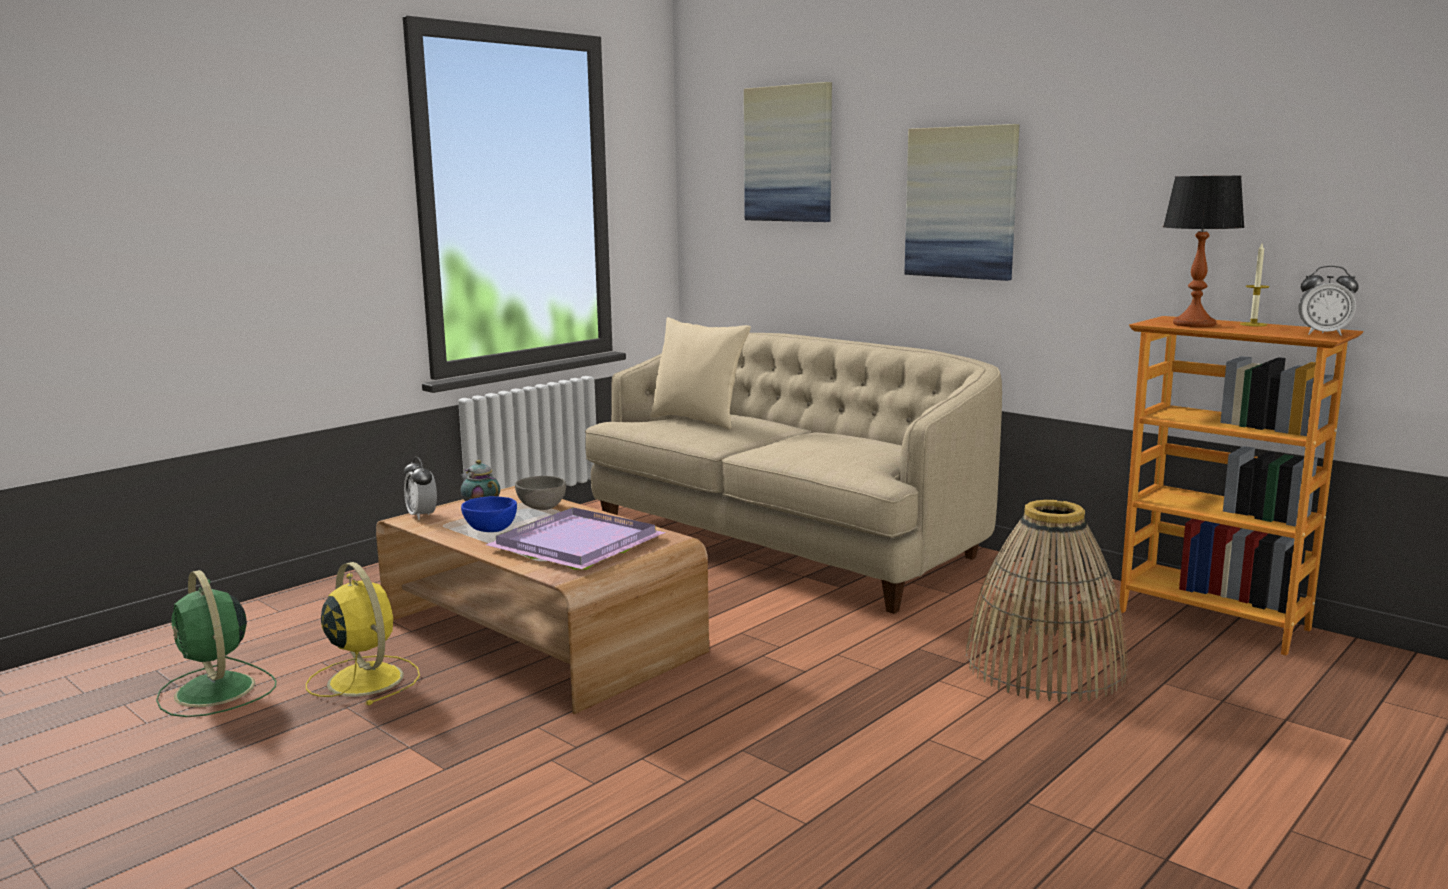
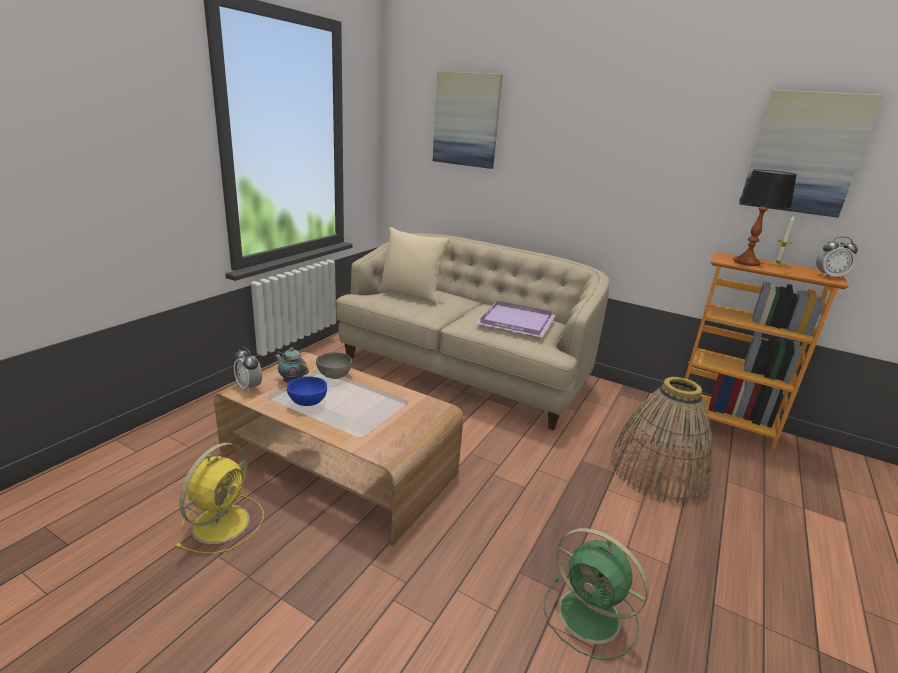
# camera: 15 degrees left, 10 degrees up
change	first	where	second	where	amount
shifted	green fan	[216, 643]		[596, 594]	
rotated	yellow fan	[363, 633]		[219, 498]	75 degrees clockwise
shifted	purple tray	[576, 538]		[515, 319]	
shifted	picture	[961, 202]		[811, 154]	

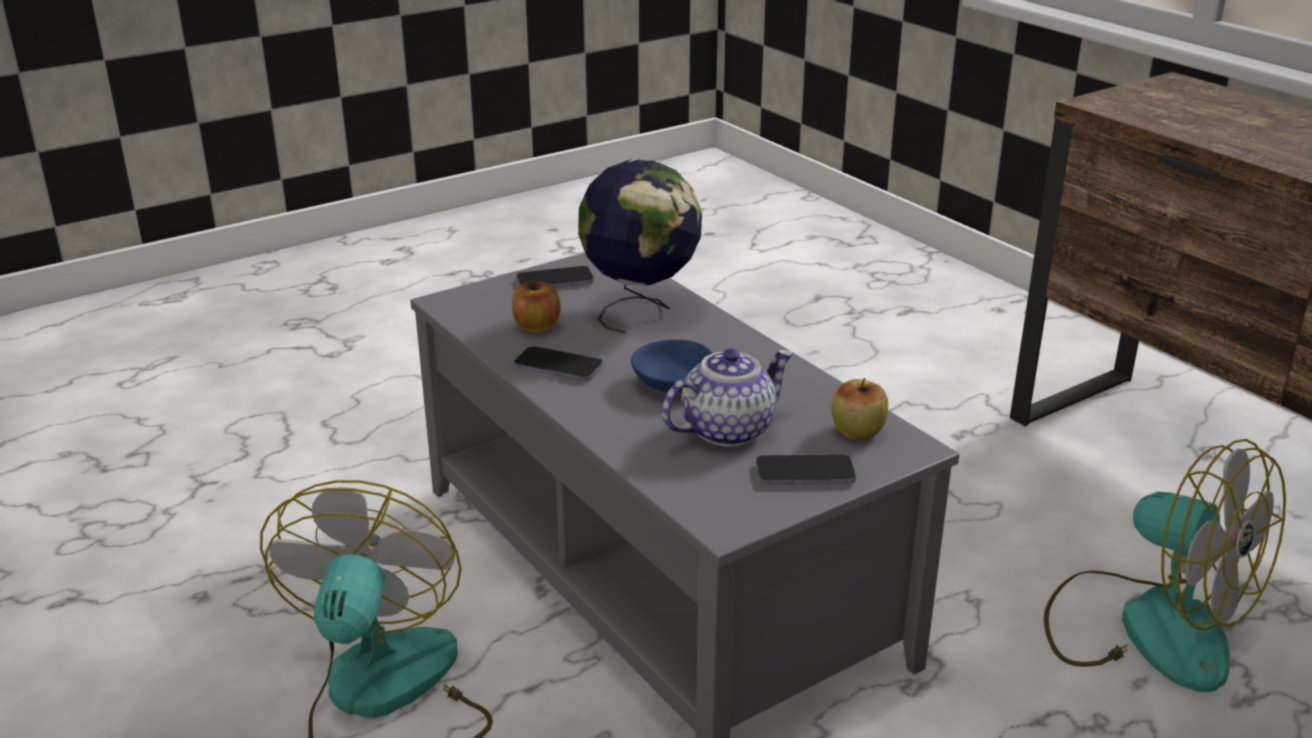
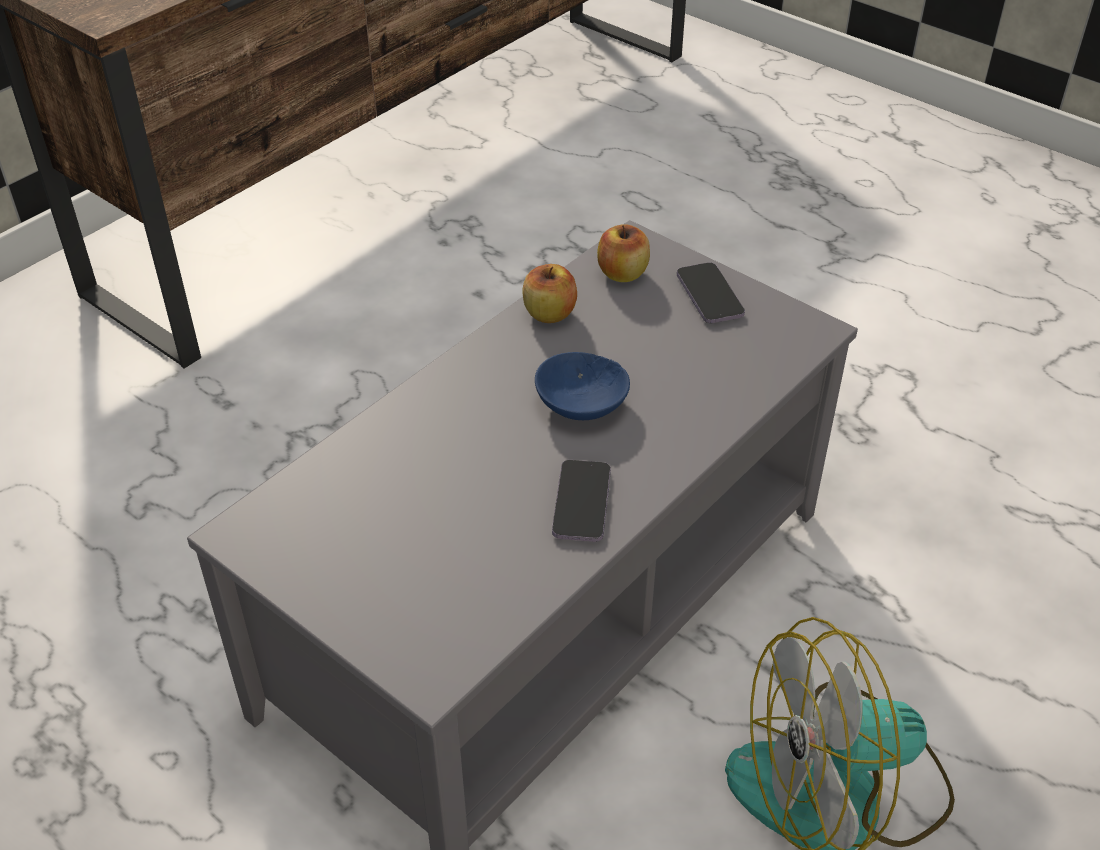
# camera: 105 degrees left, 15 degrees up
change	first	where	second	where	amount
shifted	apple	[536, 306]		[550, 293]	
gone	phone	[555, 276]			
gone	globe	[640, 246]			
gone	teapot	[728, 397]			
gone	fan	[1165, 565]			

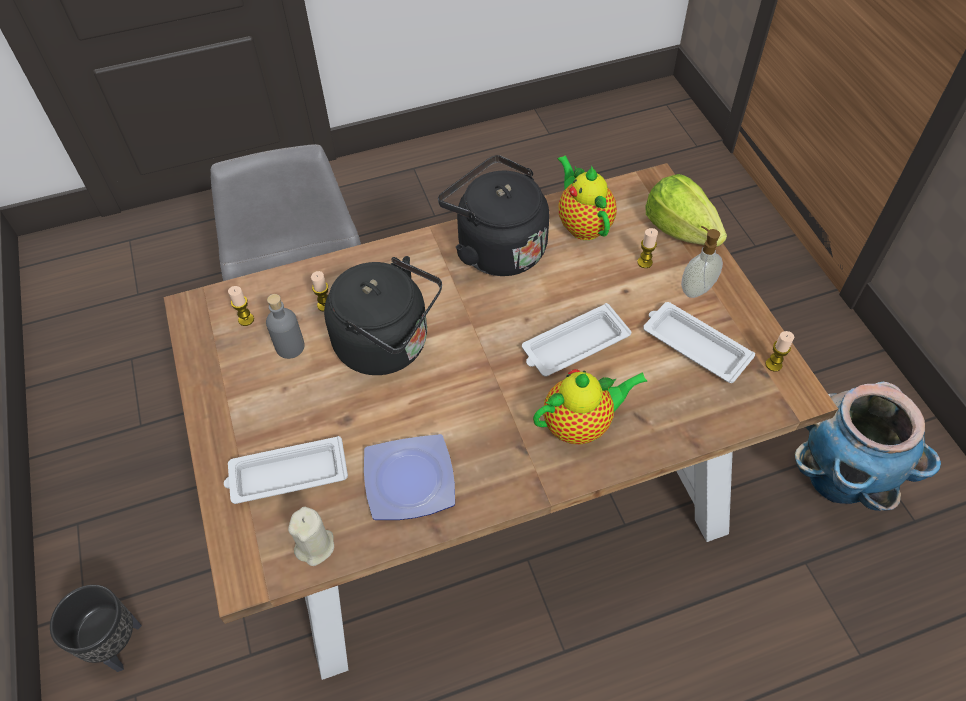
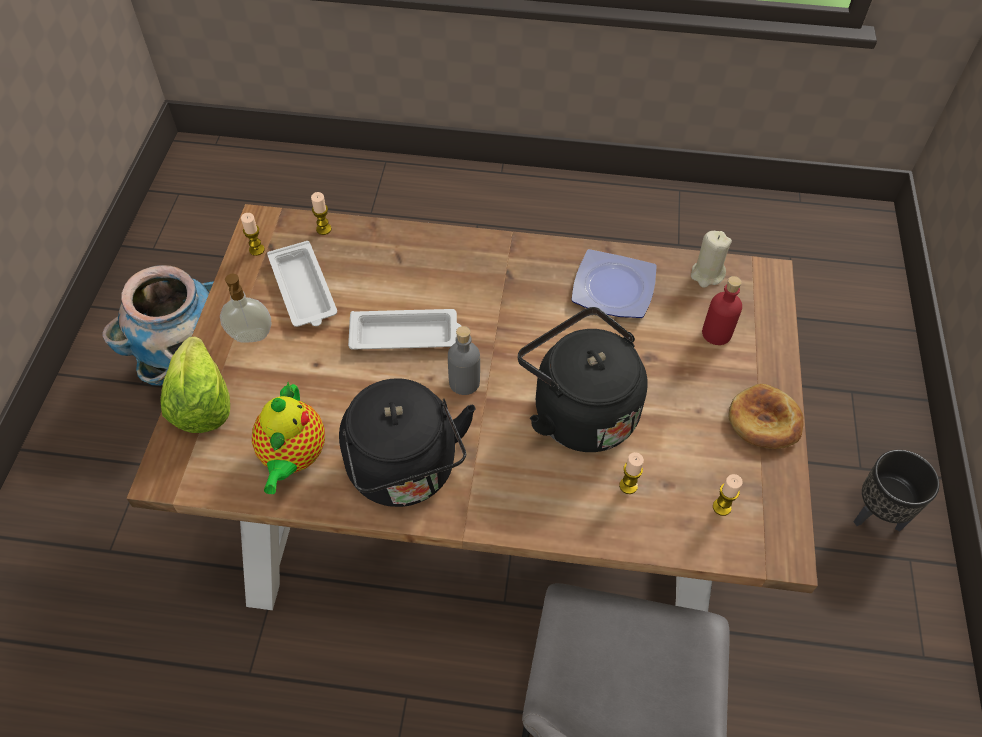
# camera: 155 degrees left, 0 degrees up
change	first	where	second	where	amount
swapped	white tray	[286, 470]	red bottle	[722, 310]	
shifted	grey bottle	[285, 326]		[464, 360]	
gone	teapot	[590, 406]			
shifted	candle	[647, 248]		[321, 213]	
new			bread	[766, 416]	

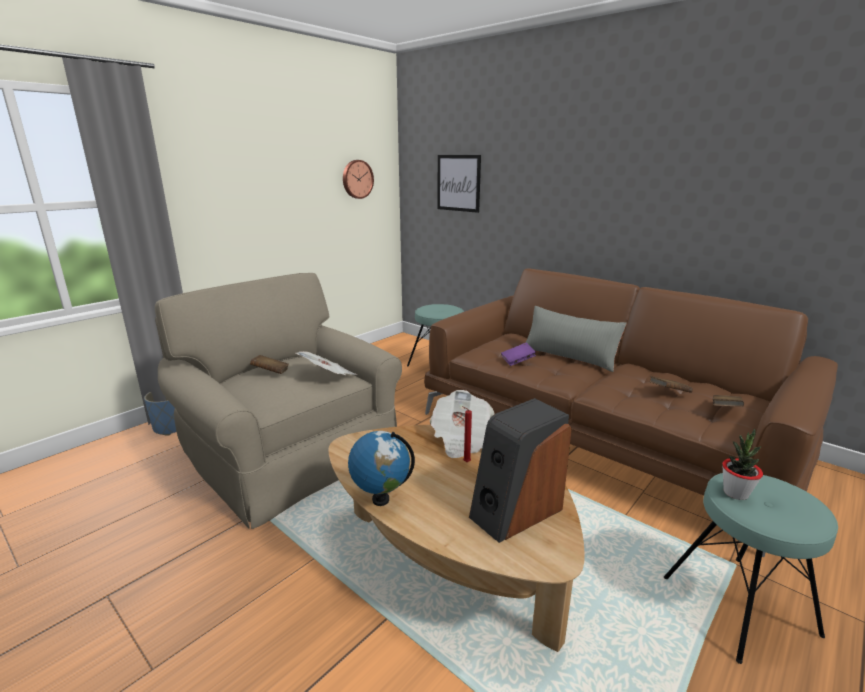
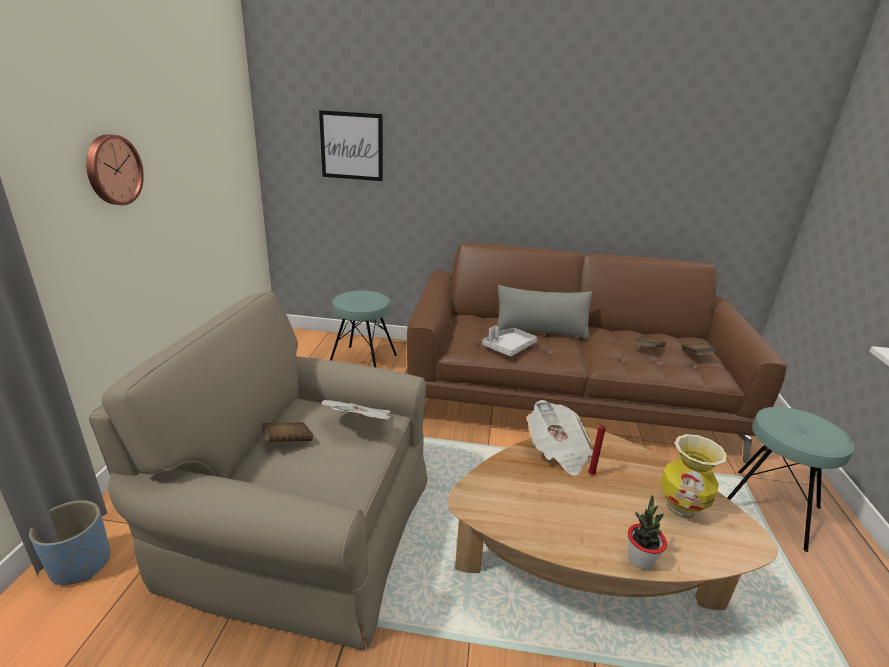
# camera: 35 degrees left, 5 degrees up
change	first	where	second	where	amount
shifted	wall clock	[358, 179]		[115, 169]	
gone	globe	[381, 468]			
swapped	speaker	[520, 470]	vase	[693, 476]	
swapped	purple book	[518, 354]	grey tray	[509, 341]	
shifted	potted plant	[742, 464]		[647, 532]	

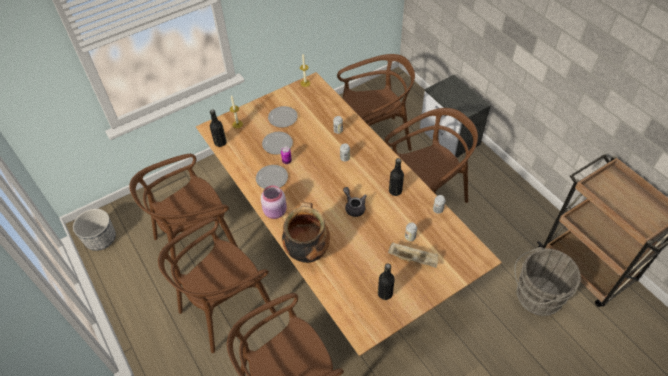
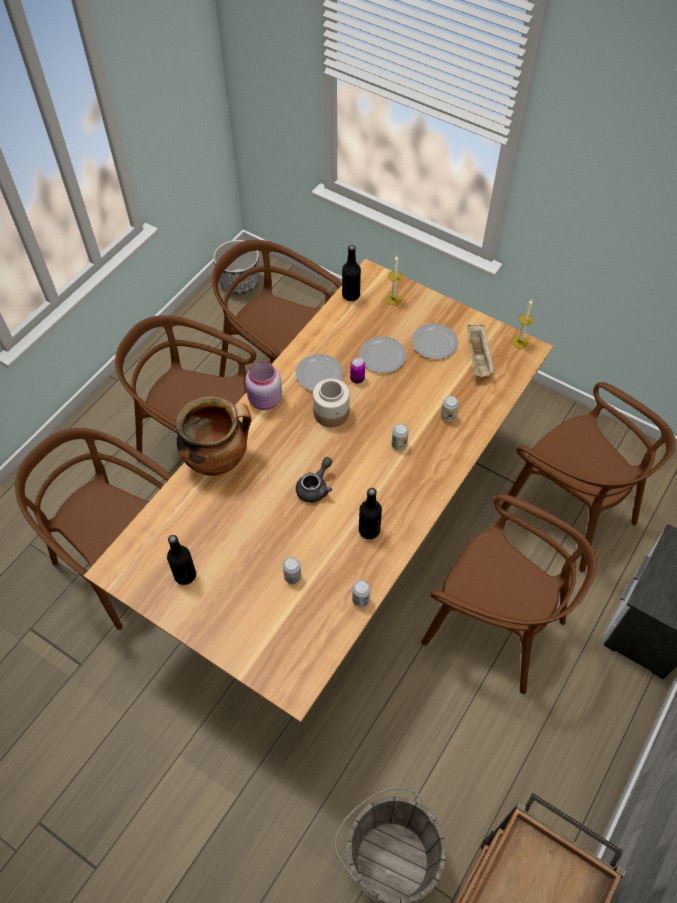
# camera: 65 degrees right, 5 degrees up
change	first	where	second	where	amount
shifted	beige tray	[413, 255]		[481, 350]	
new			jar	[331, 403]	

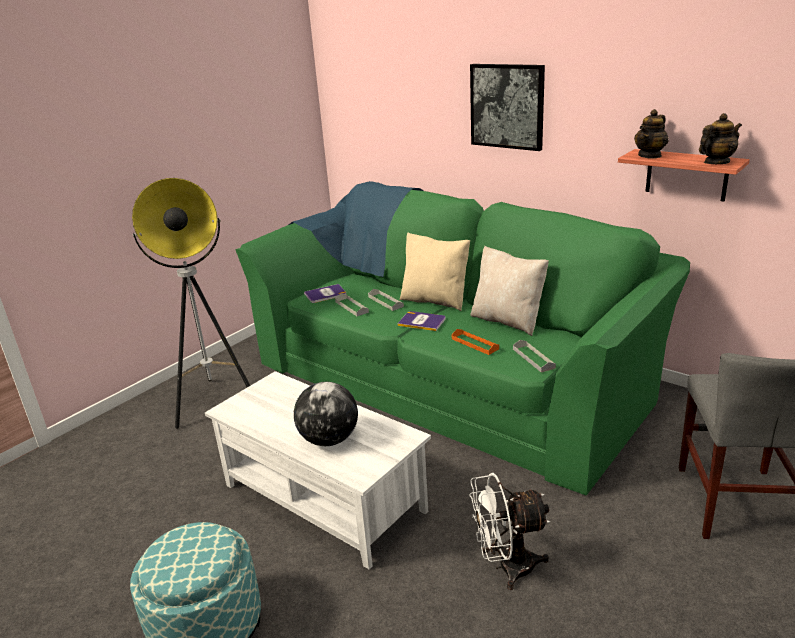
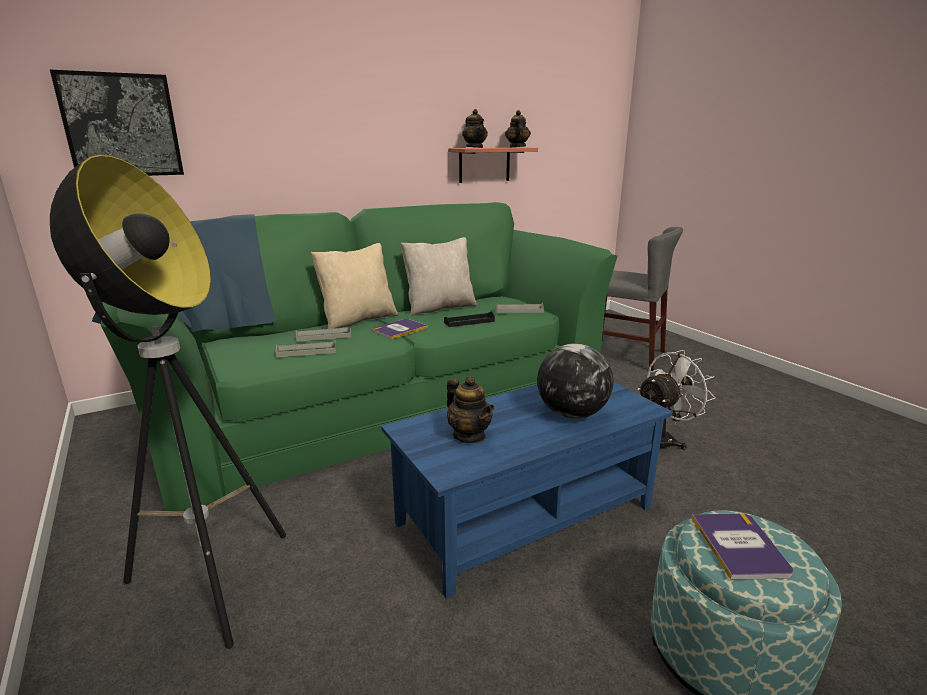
# camera: 70 degrees left, 5 degrees down
change	first	where	second	where	amount
repainted	white coffee table	[318, 470]	blue coffee table	[527, 490]	
shifted	book	[325, 293]		[742, 546]	
repainted	orange tray	[475, 342]	black tray	[469, 319]	
rotated	white fan	[509, 531]		[676, 400]	135 degrees counterclockwise
shifted	picture	[507, 107]		[117, 123]	
new			teapot	[470, 409]	

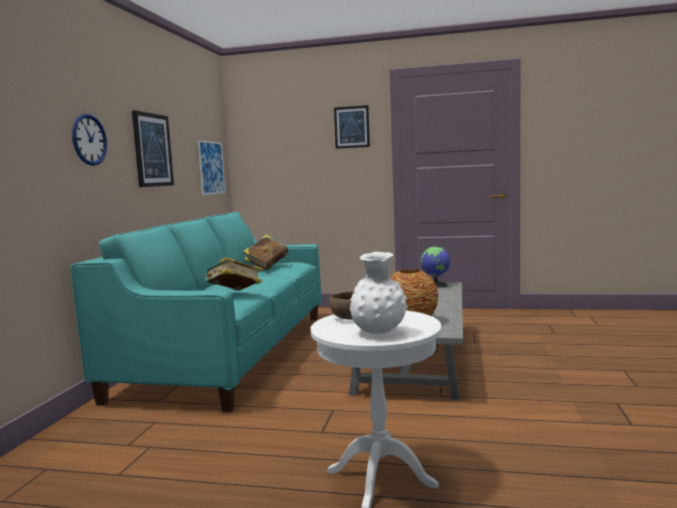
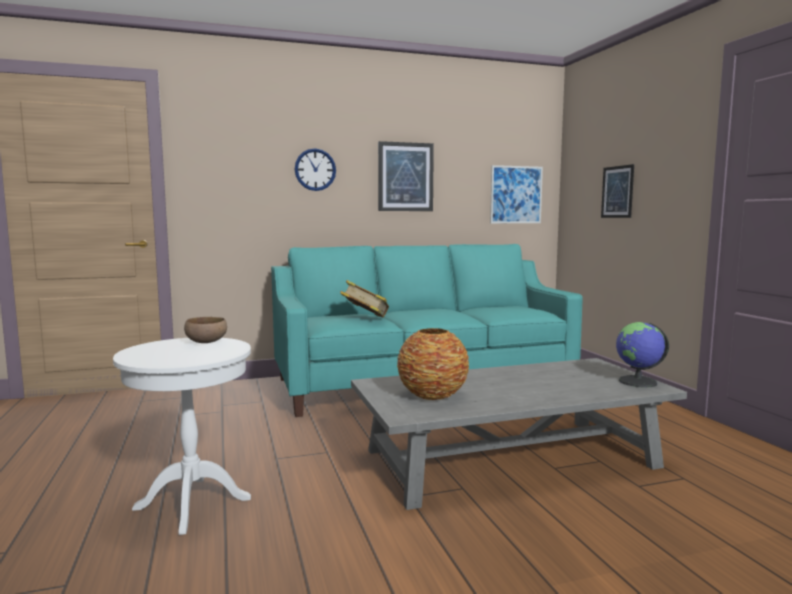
# camera: 60 degrees right, 0 degrees up
change	first	where	second	where	amount
gone	book	[265, 252]			
shifted	picture	[352, 127]		[617, 191]	
gone	white vase	[379, 293]			

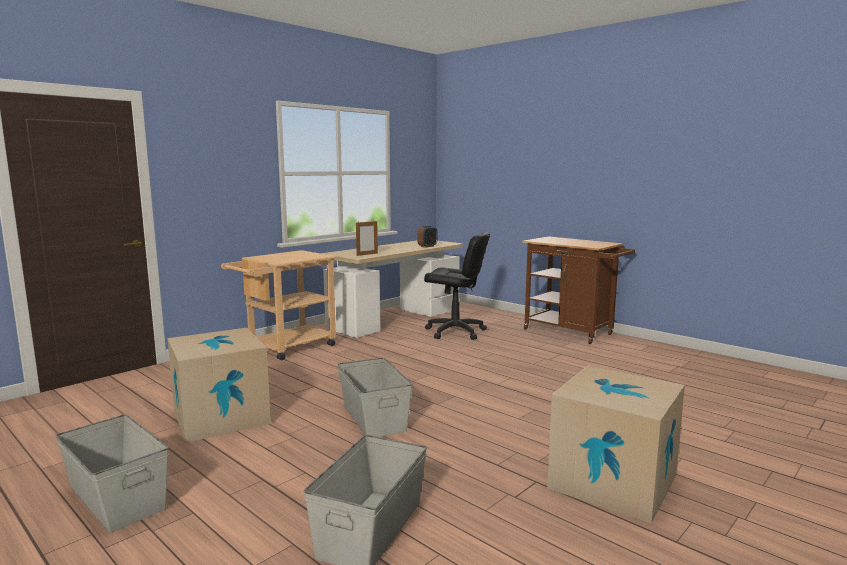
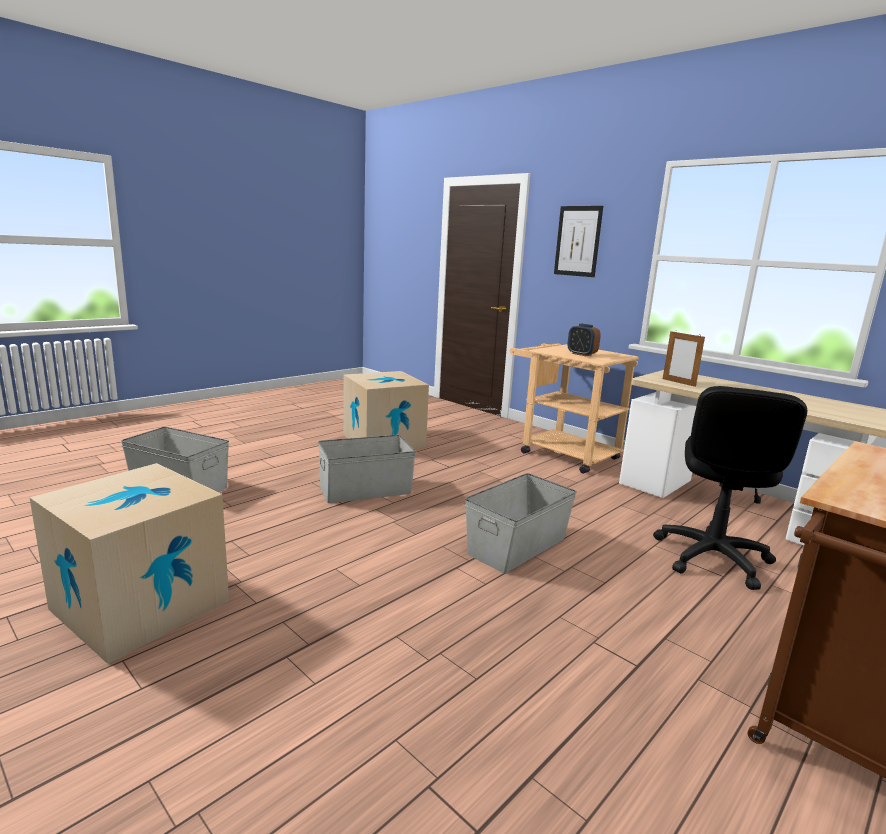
# camera: 90 degrees right, 5 degrees up
change	first	where	second	where	amount
shifted	grey storage box	[112, 473]		[521, 523]	
shifted	alarm clock	[427, 236]		[584, 340]	
new			picture	[578, 241]	

